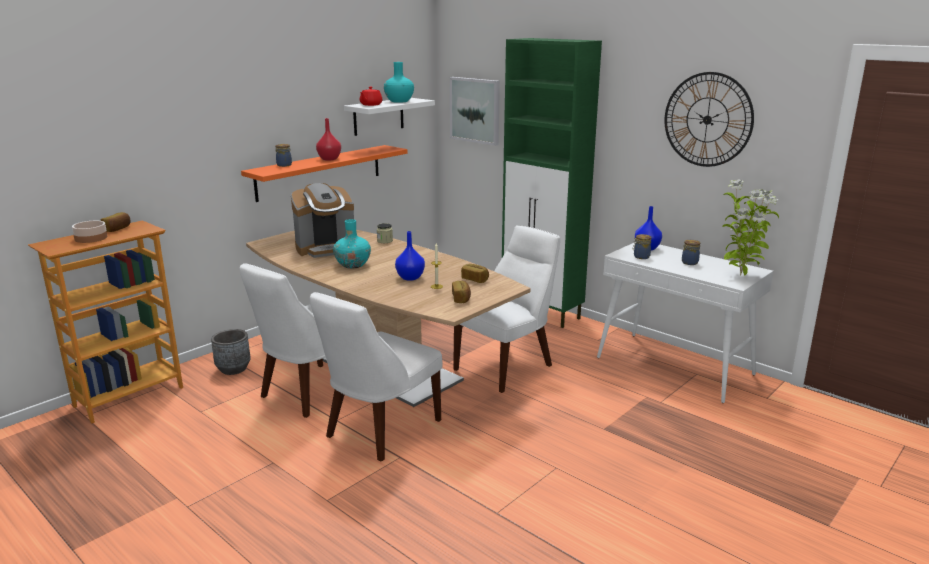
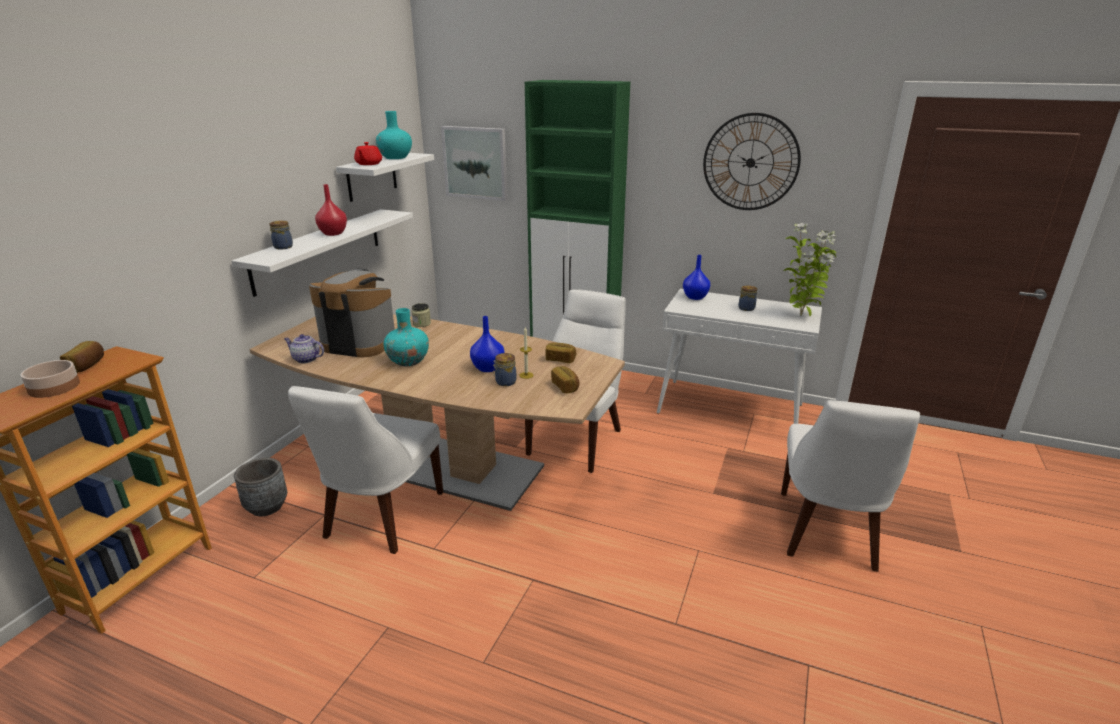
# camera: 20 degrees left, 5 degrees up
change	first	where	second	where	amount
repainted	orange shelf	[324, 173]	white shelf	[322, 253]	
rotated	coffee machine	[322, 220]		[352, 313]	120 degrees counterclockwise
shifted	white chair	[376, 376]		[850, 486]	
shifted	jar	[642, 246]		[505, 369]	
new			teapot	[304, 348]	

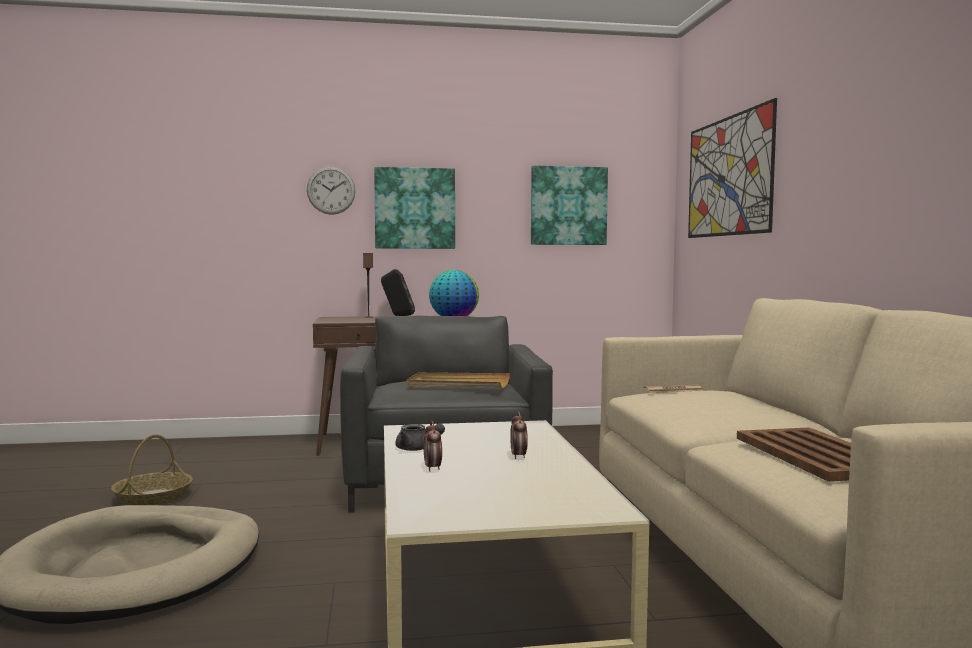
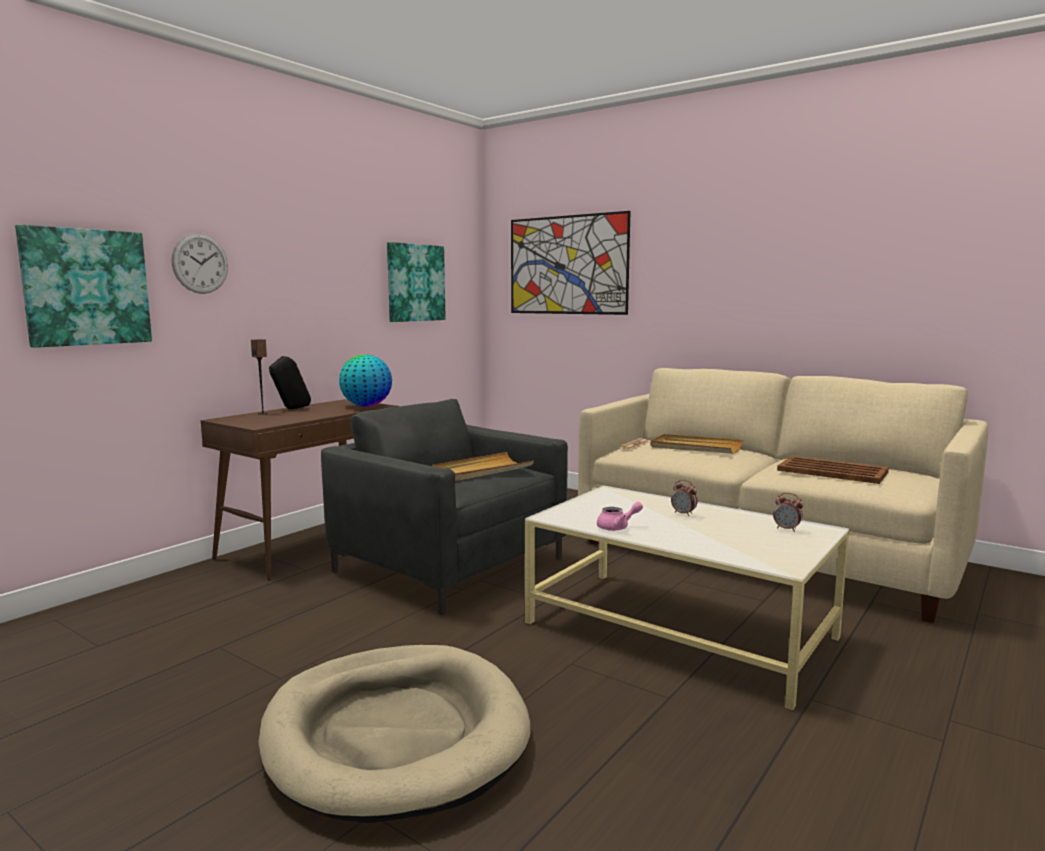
# camera: 45 degrees left, 5 degrees up
change	first	where	second	where	amount
gone	basket	[152, 470]			
shifted	picture	[414, 208]		[83, 286]	
repainted	grey teapot	[420, 437]	pink teapot	[620, 516]	
shifted	alarm clock	[433, 446]		[788, 512]	
new			beige tray	[696, 444]	

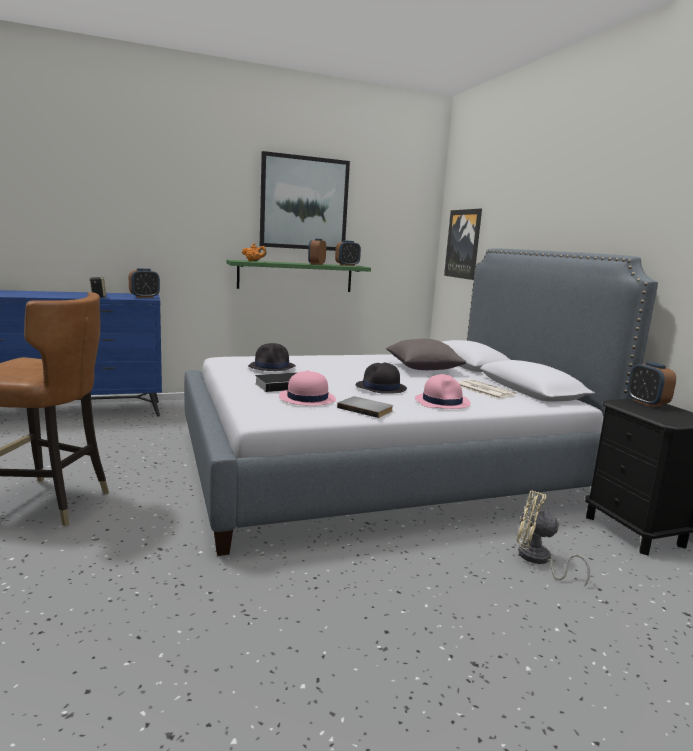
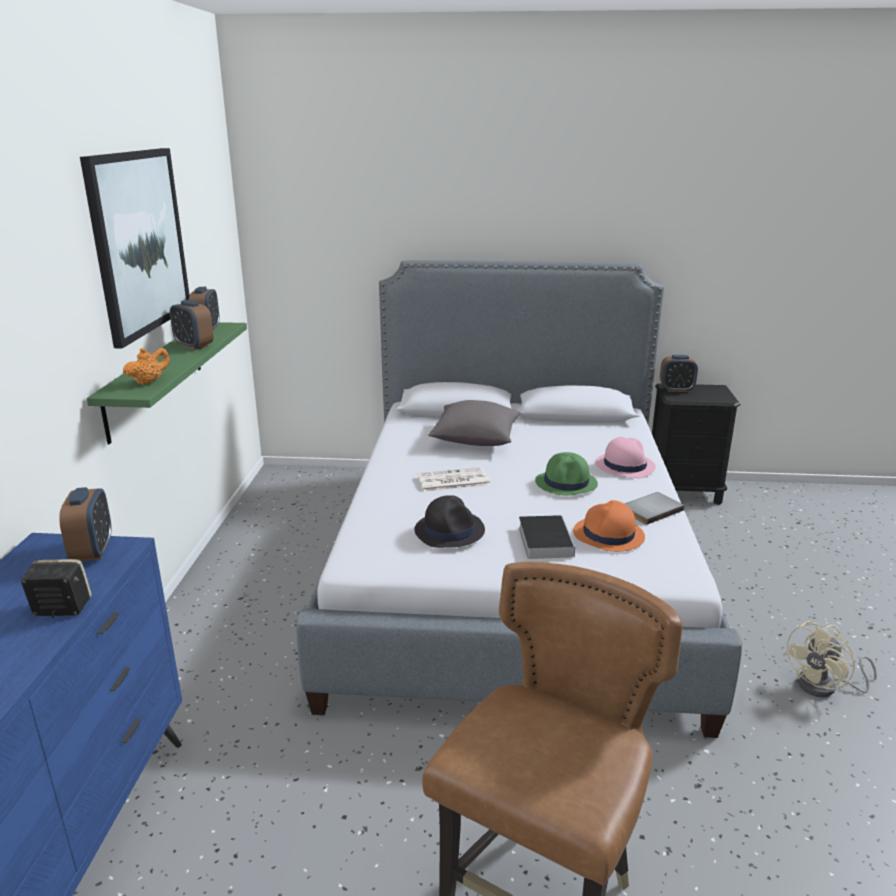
# camera: 65 degrees left, 10 degrees up
change	first	where	second	where	amount
repainted	pink hat	[307, 388]	orange hat	[609, 526]	
repainted	black hat	[381, 378]	green hat	[566, 473]	
gone	picture	[463, 244]			
shifted	newspaper	[487, 389]		[454, 479]	
shifted	beige fan	[553, 538]		[830, 659]	

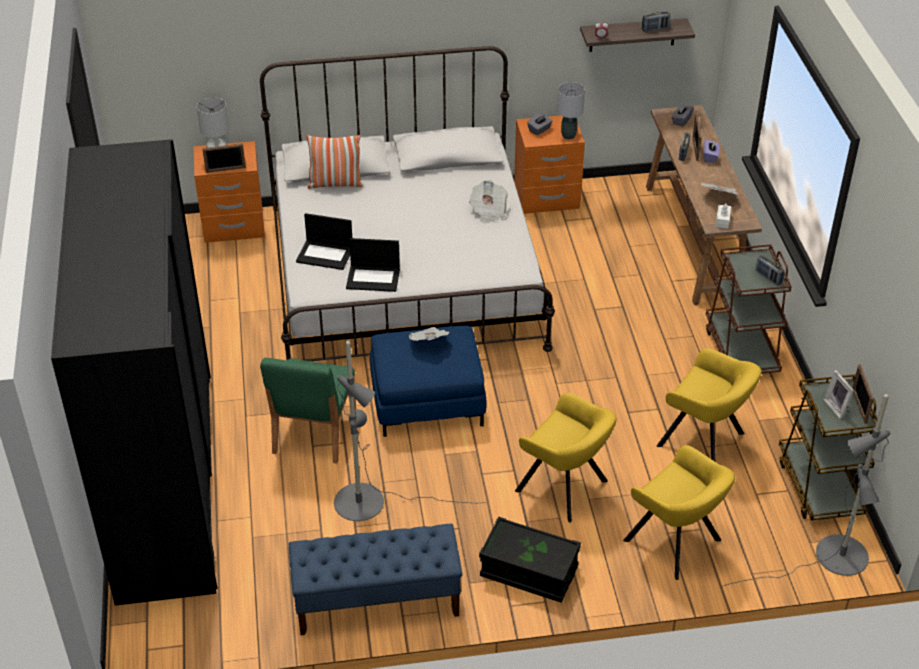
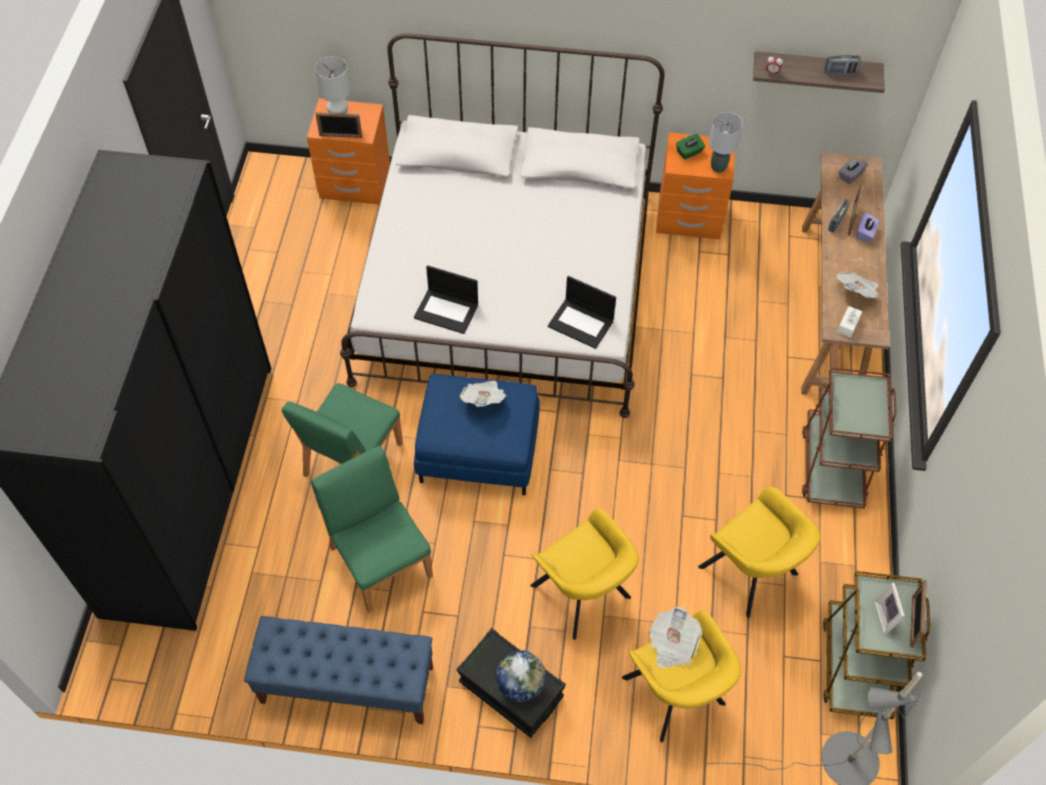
# camera: 15 degrees right, 15 degrees up
change	first	where	second	where	amount
shifted	laptop	[324, 241]		[582, 312]	
gone	pillow	[334, 162]			
swapped	grey floor lamp	[410, 431]	green chair	[372, 528]	
shifted	newspaper	[488, 202]		[675, 637]	
repainted	grey tissue box	[539, 124]	green tissue box	[690, 147]	
gone	radio	[770, 270]			
new			globe	[521, 676]	

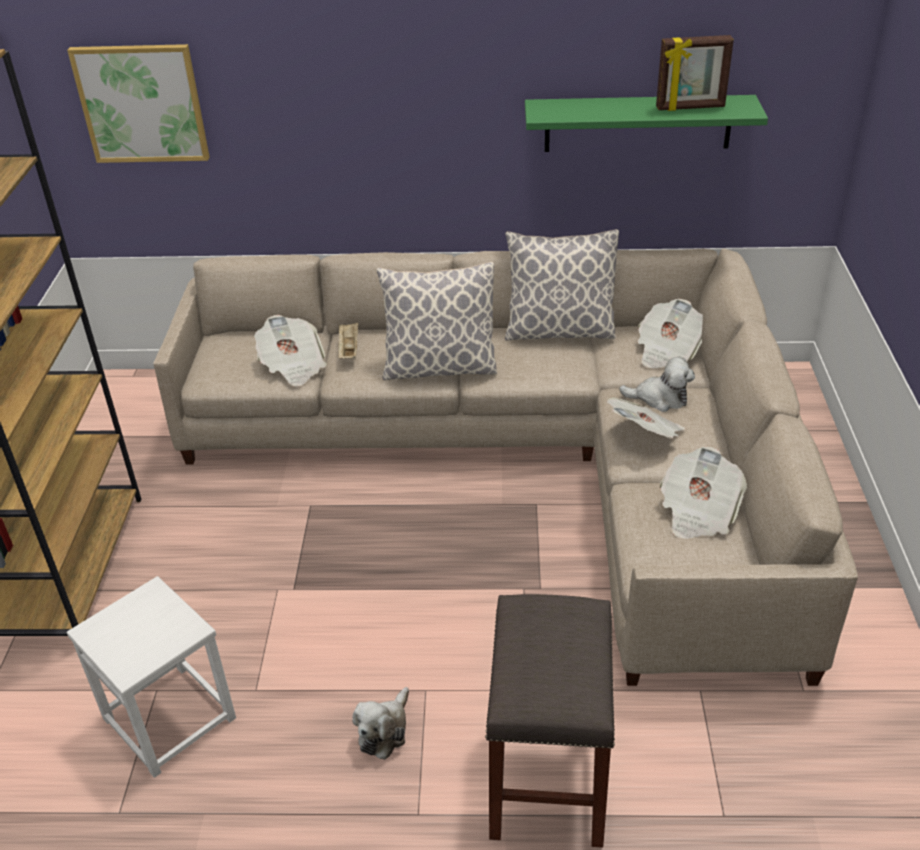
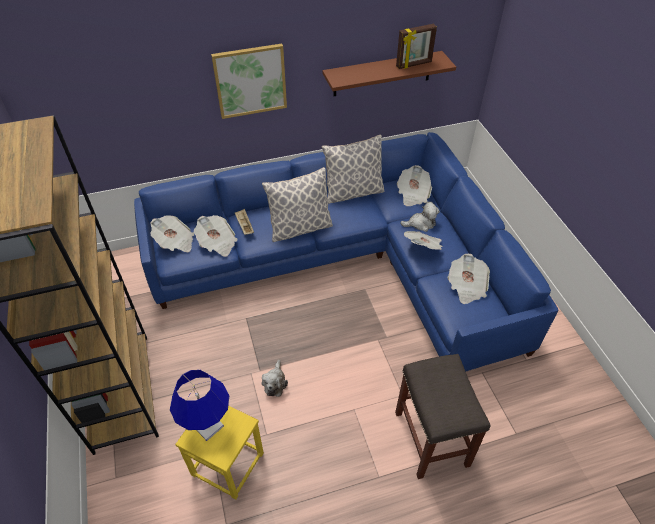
# camera: 20 degrees left, 10 degrees up
change	first	where	second	where	amount
repainted	white stool	[151, 677]	yellow stool	[219, 452]	
shifted	picture	[138, 103]		[249, 81]	
repainted	beige sofa	[505, 467]	blue sofa	[346, 251]	
shifted	plush toy	[380, 723]		[275, 378]	
repainted	green shelf	[646, 123]	brown shelf	[389, 73]	
new			newspaper	[172, 233]	
new			blue table lamp	[199, 405]	

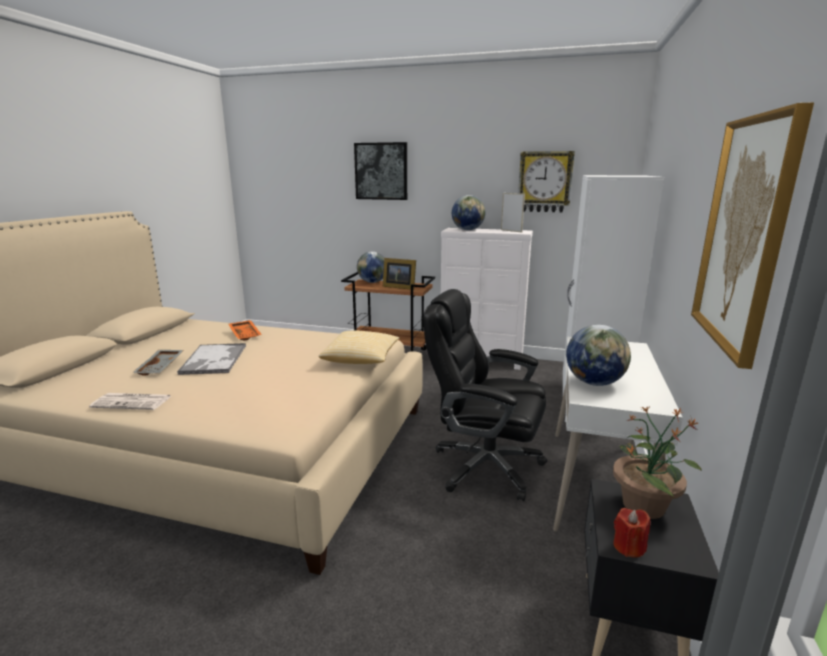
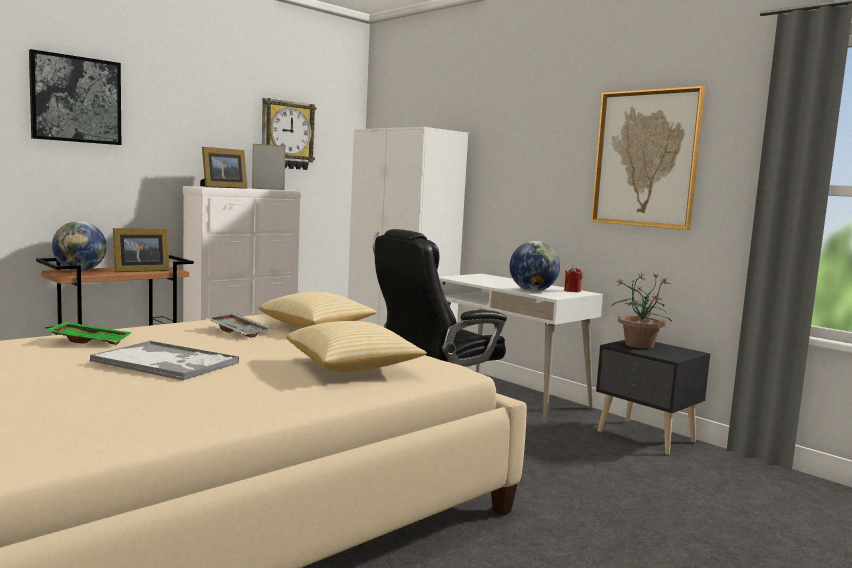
# camera: 60 degrees left, 10 degrees down
change	first	where	second	where	amount
gone	newspaper	[130, 401]			
shifted	grey tray	[157, 363]		[239, 325]	
repainted	orange tray	[245, 330]	green tray	[89, 333]	
swapped	globe	[468, 212]	picture frame	[223, 168]	
shifted	red candle	[631, 533]		[573, 279]	
new			pillow	[356, 346]	

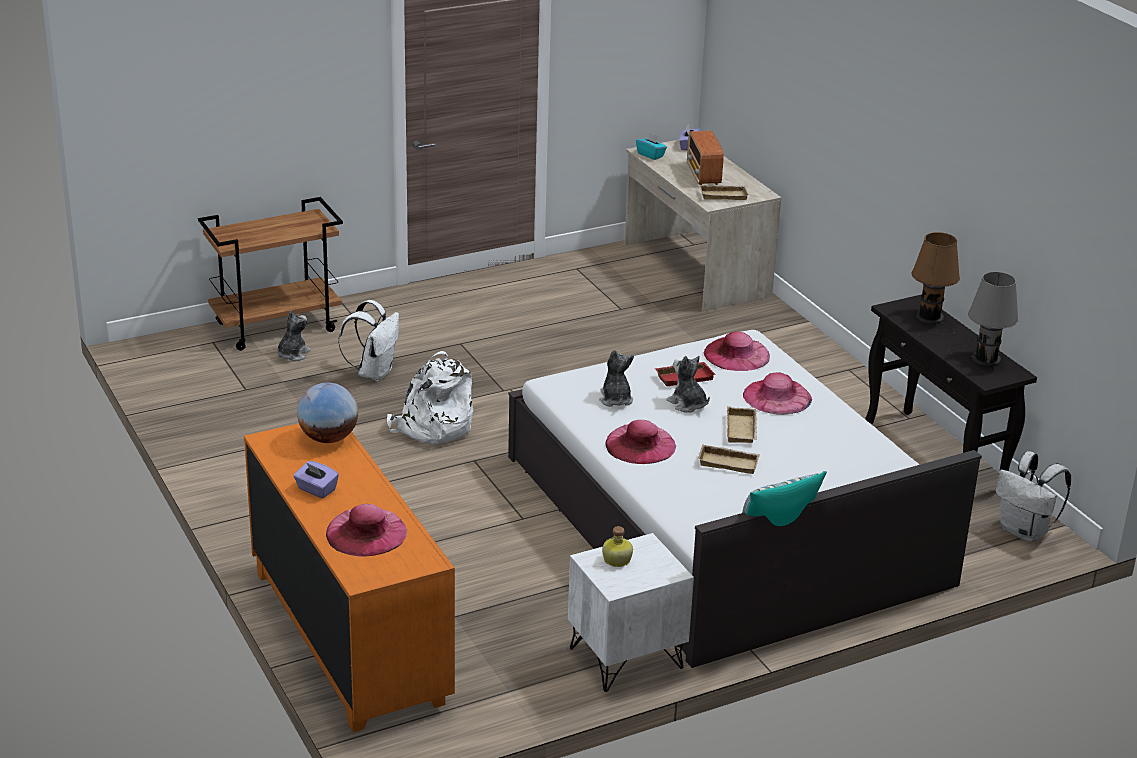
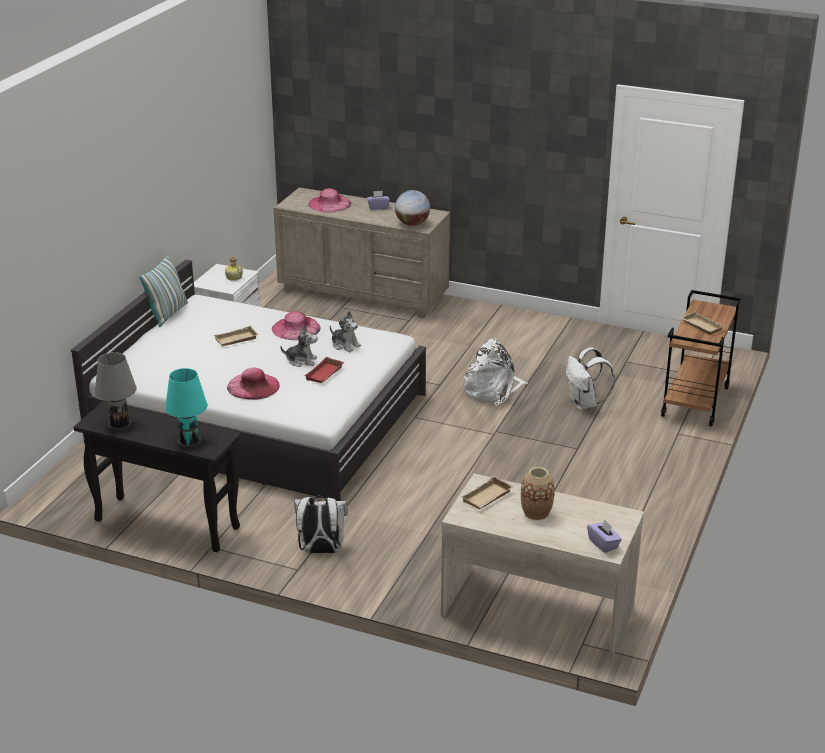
# camera: 140 degrees right, 0 degrees up
change	first	where	second	where	amount
repainted	orange dresser	[349, 577]	beige dresser	[362, 252]	
gone	plush toy	[294, 335]			
gone	turquoise tissue box	[651, 146]			
swapped	radio	[705, 158]	vase	[538, 493]	
gone	pink hat	[737, 351]			
shifted	beige tray	[742, 424]		[702, 323]	
repainted	brown table lamp	[936, 284]	turquoise table lamp	[184, 408]	
shifted	white backpack	[1033, 496]		[321, 524]	

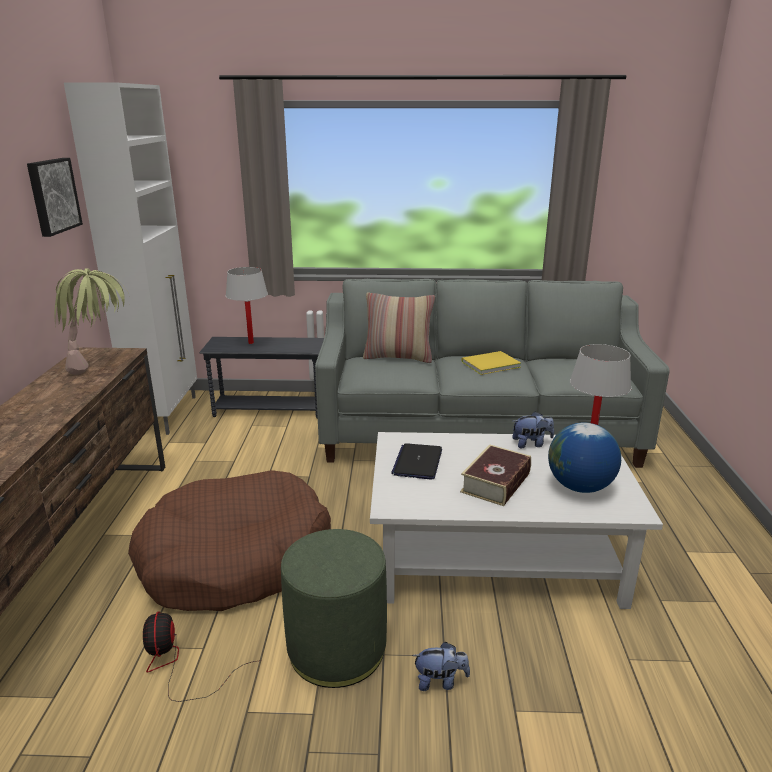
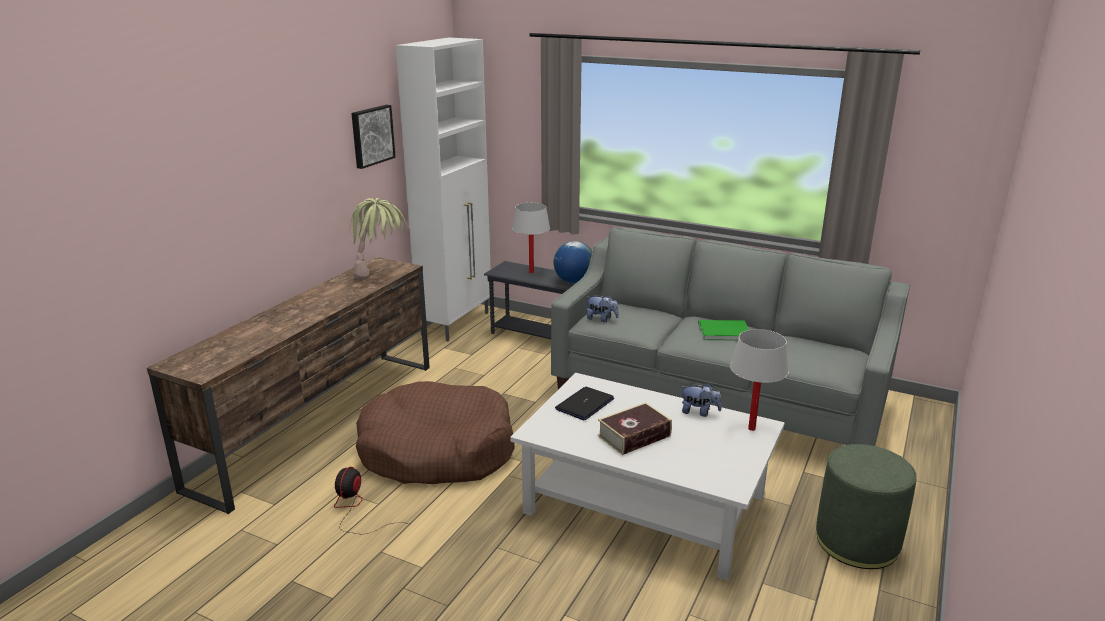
# camera: 25 degrees right, 0 degrees up
change	first	where	second	where	amount
shifted	green ottoman	[334, 608]		[866, 506]	
gone	pillow	[399, 327]			
shifted	plush toy	[441, 666]		[603, 308]	
repainted	yellow book	[491, 363]	green book	[723, 330]	
shifted	globe	[584, 458]		[573, 262]	

